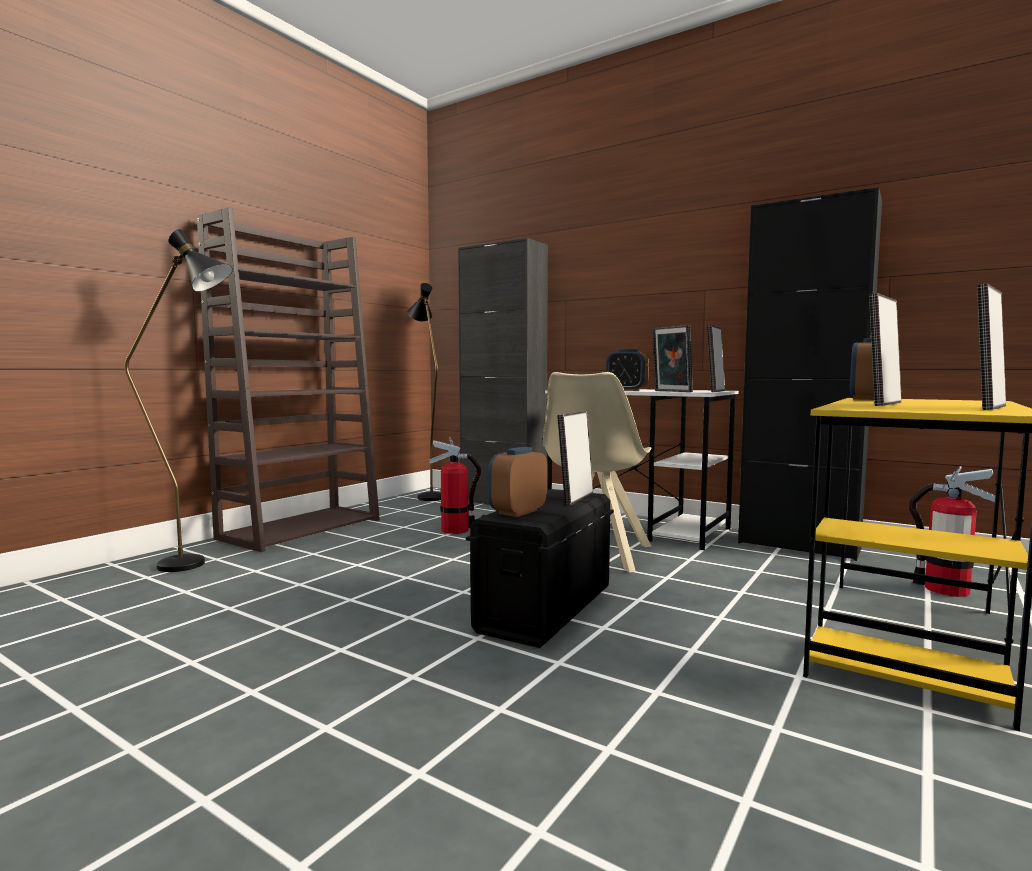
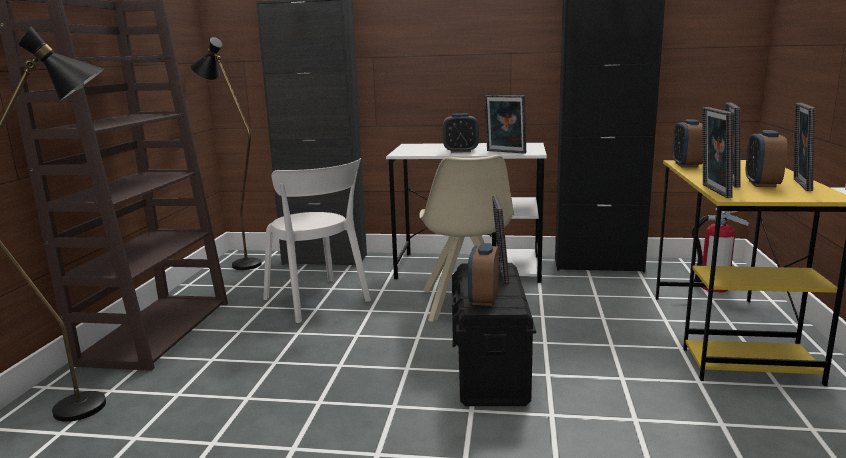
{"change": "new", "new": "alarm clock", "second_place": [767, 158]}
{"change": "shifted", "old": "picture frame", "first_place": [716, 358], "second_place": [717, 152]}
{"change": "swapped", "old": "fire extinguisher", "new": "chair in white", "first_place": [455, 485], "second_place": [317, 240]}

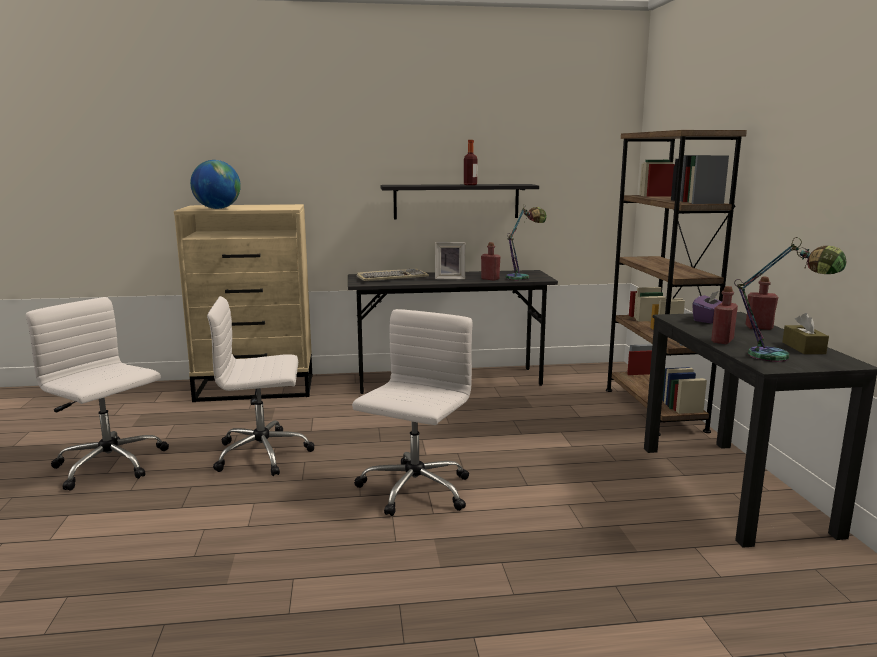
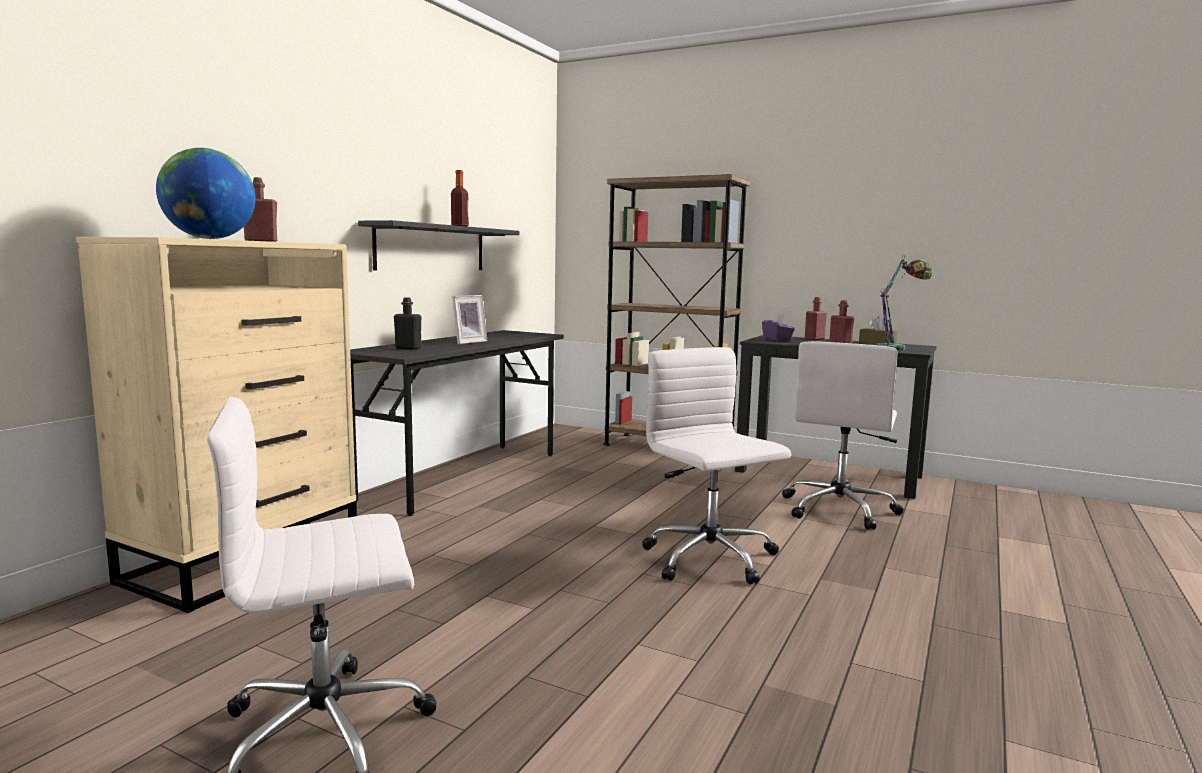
{"change": "gone", "old": "table lamp", "first_place": [526, 242]}
{"change": "shifted", "old": "office chair in white", "first_place": [261, 386], "second_place": [843, 435]}
{"change": "shifted", "old": "bottle in red", "first_place": [491, 261], "second_place": [260, 209]}
{"change": "swapped", "old": "keyboard", "new": "bottle in black", "first_place": [393, 275], "second_place": [407, 323]}

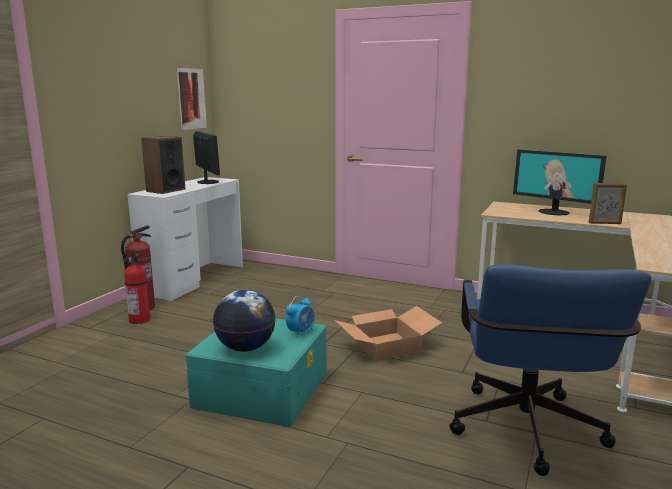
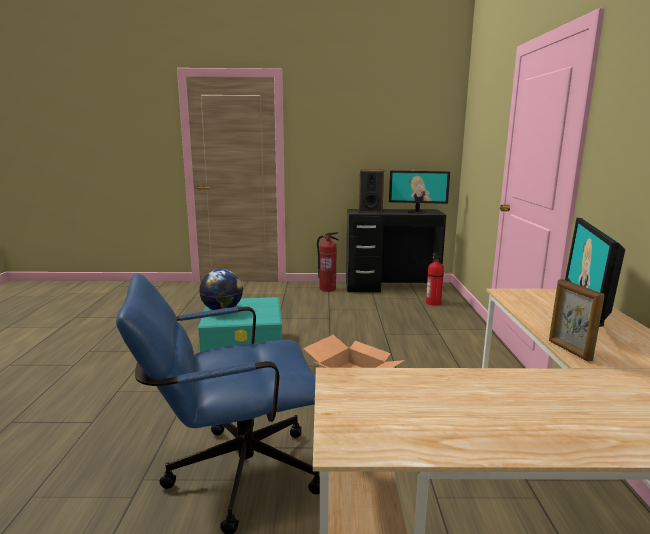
{"change": "gone", "old": "picture", "first_place": [191, 98]}
{"change": "gone", "old": "alarm clock", "first_place": [300, 317]}
{"change": "shifted", "old": "fire extinguisher", "first_place": [137, 288], "second_place": [435, 279]}
{"change": "repainted", "old": "desk in white", "new": "desk in black", "first_place": [185, 239], "second_place": [396, 250]}
{"change": "rotated", "old": "monitor", "first_place": [206, 157], "second_place": [419, 192], "degrees": 60}

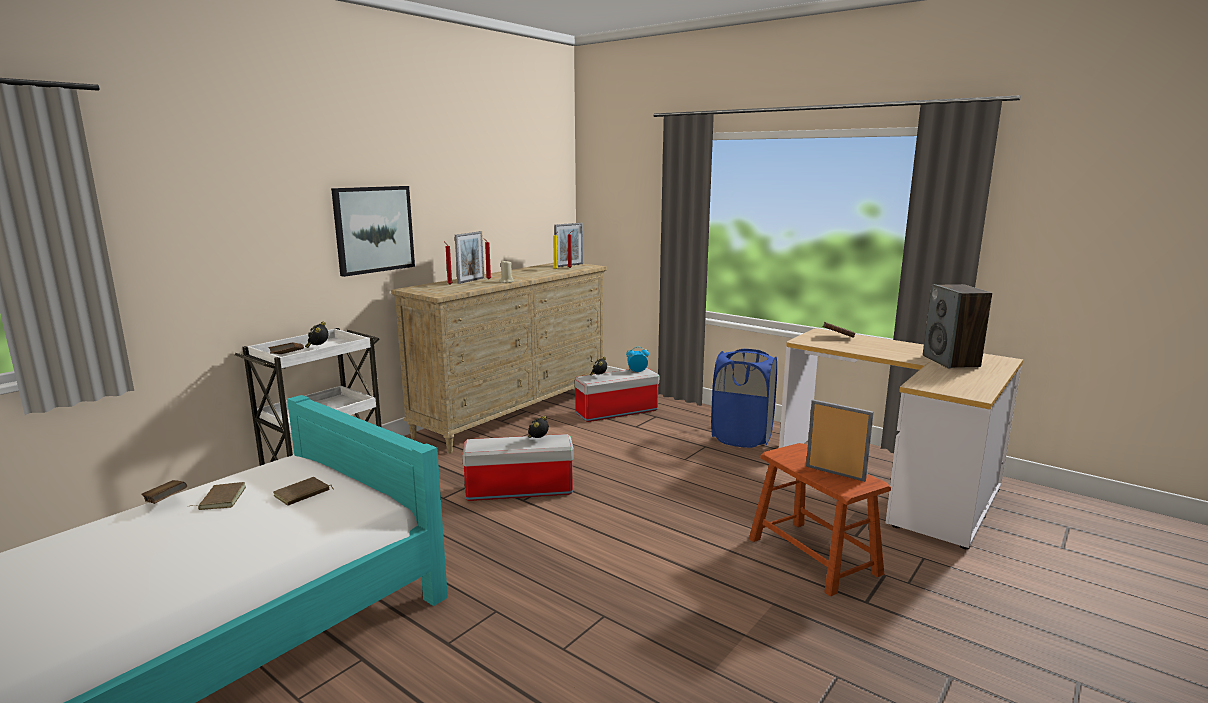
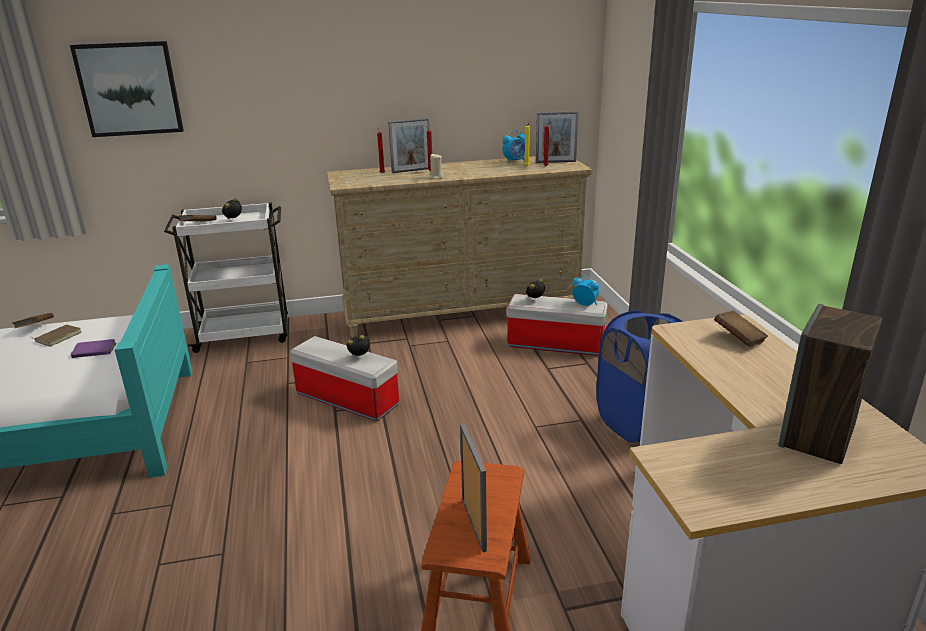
{"change": "new", "new": "alarm clock", "second_place": [514, 146]}
{"change": "shifted", "old": "picture", "first_place": [373, 231], "second_place": [127, 89]}
{"change": "repainted", "old": "book in brown", "new": "book in purple", "first_place": [303, 491], "second_place": [93, 348]}

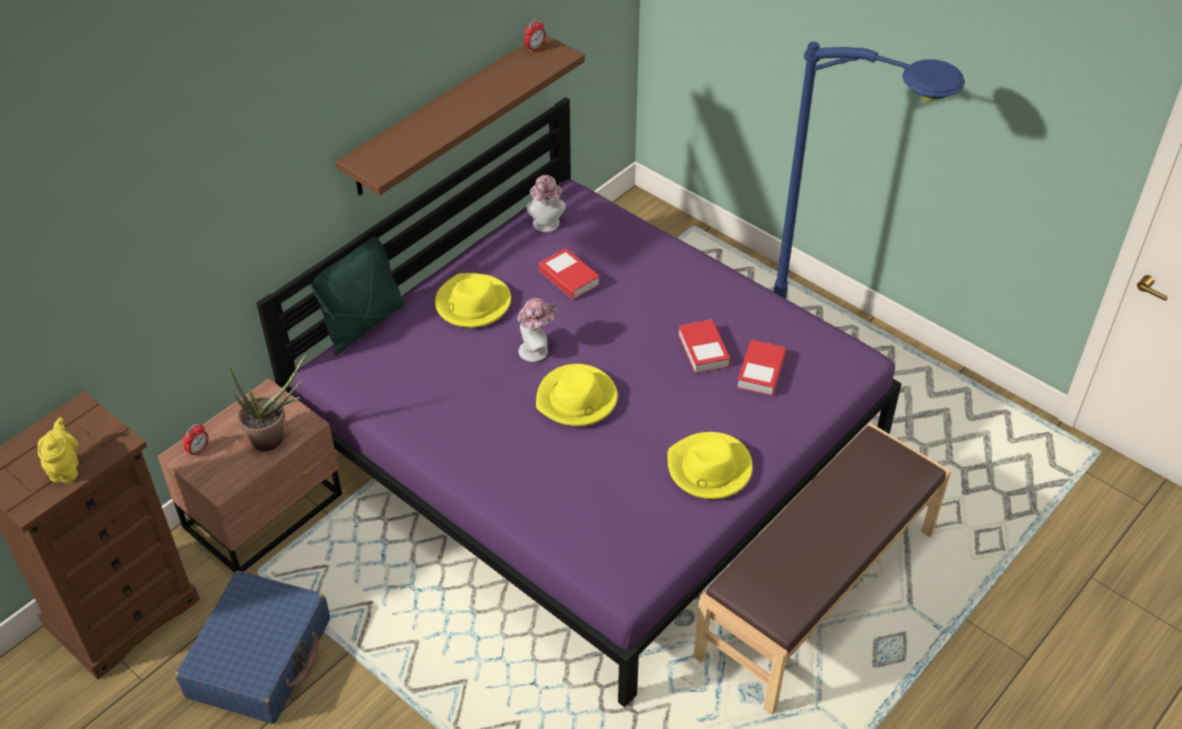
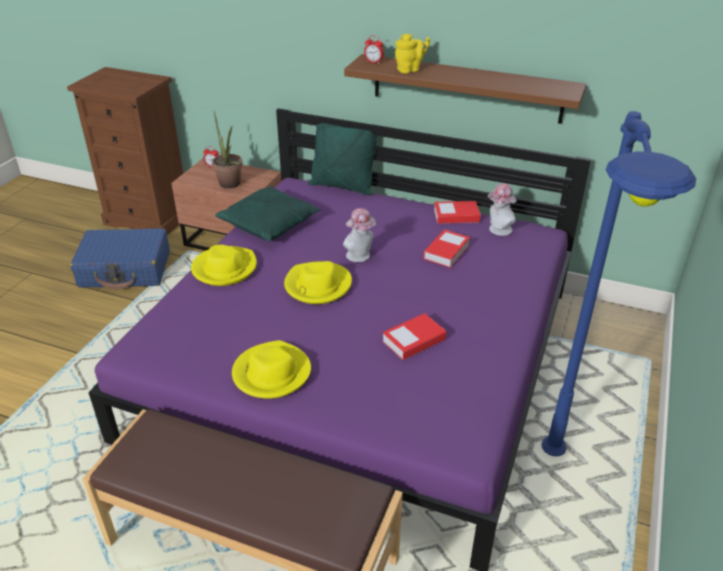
{"change": "new", "new": "pillow in green", "second_place": [268, 213]}
{"change": "shifted", "old": "teapot in yellow", "first_place": [58, 450], "second_place": [412, 53]}
{"change": "shifted", "old": "hat in yellow", "first_place": [473, 300], "second_place": [224, 265]}
{"change": "shifted", "old": "alarm clock", "first_place": [535, 36], "second_place": [374, 49]}
{"change": "shifted", "old": "book", "first_place": [761, 368], "second_place": [457, 212]}

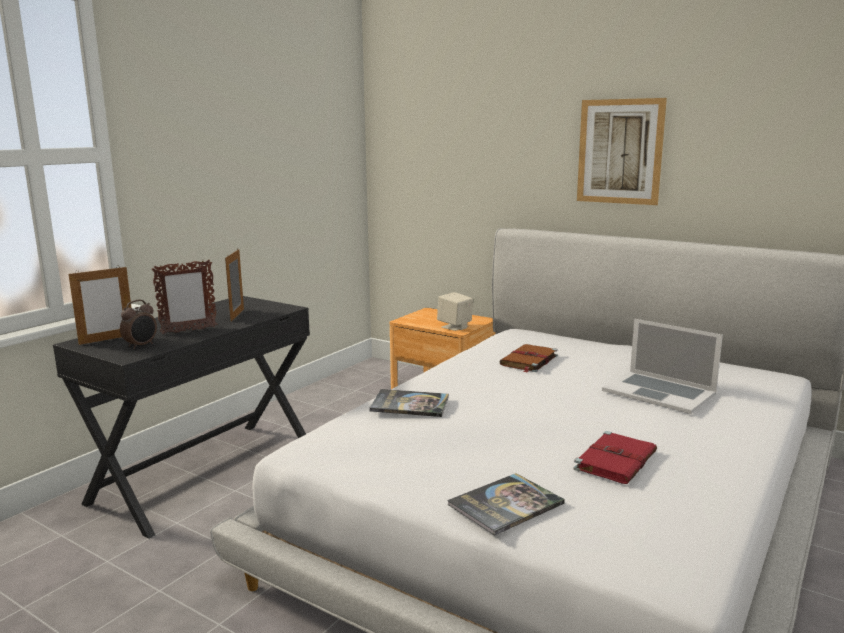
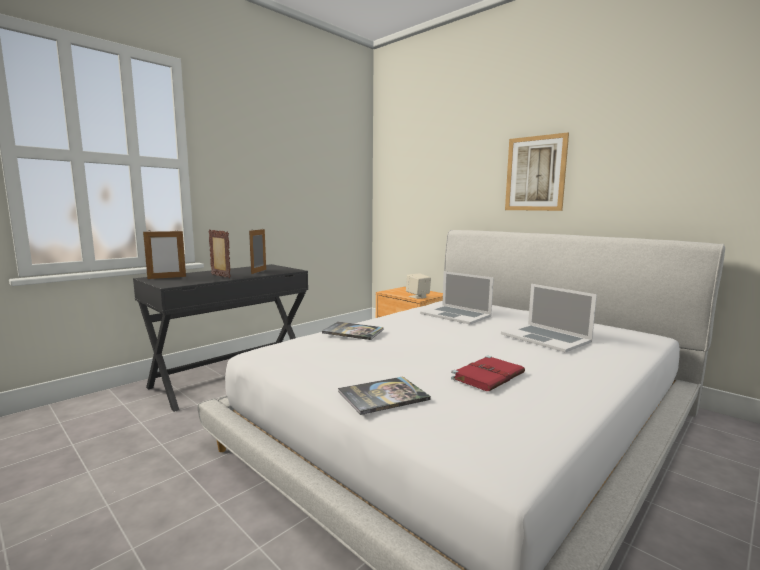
{"change": "gone", "old": "alarm clock", "first_place": [138, 324]}
{"change": "swapped", "old": "book in brown", "new": "laptop", "first_place": [529, 358], "second_place": [457, 297]}
{"change": "rotated", "old": "picture frame", "first_place": [184, 297], "second_place": [219, 253], "degrees": -120}

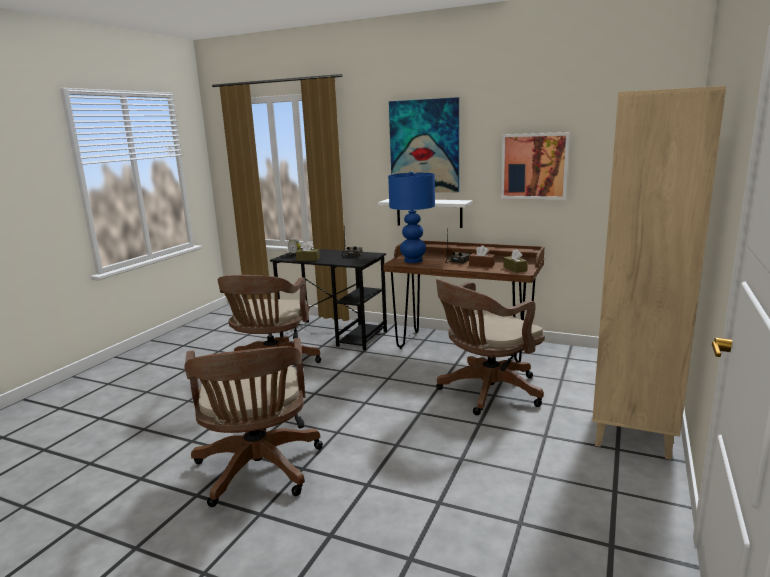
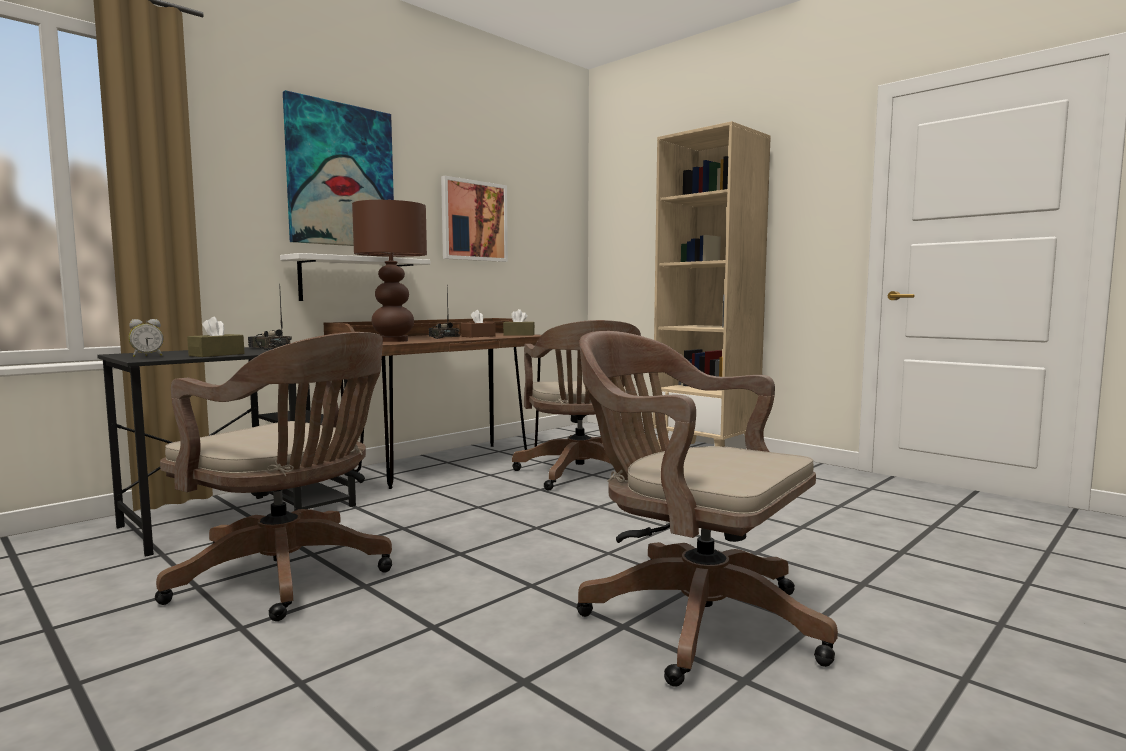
{"change": "repainted", "old": "table lamp in blue", "new": "table lamp in brown", "first_place": [411, 217], "second_place": [389, 270]}
{"change": "rotated", "old": "office chair in brown", "first_place": [253, 422], "second_place": [707, 509], "degrees": -150}

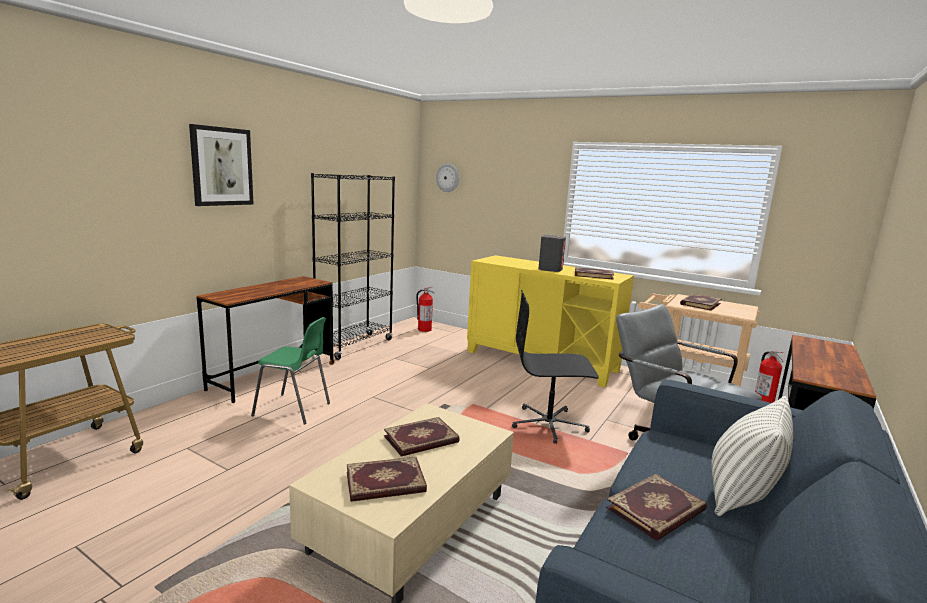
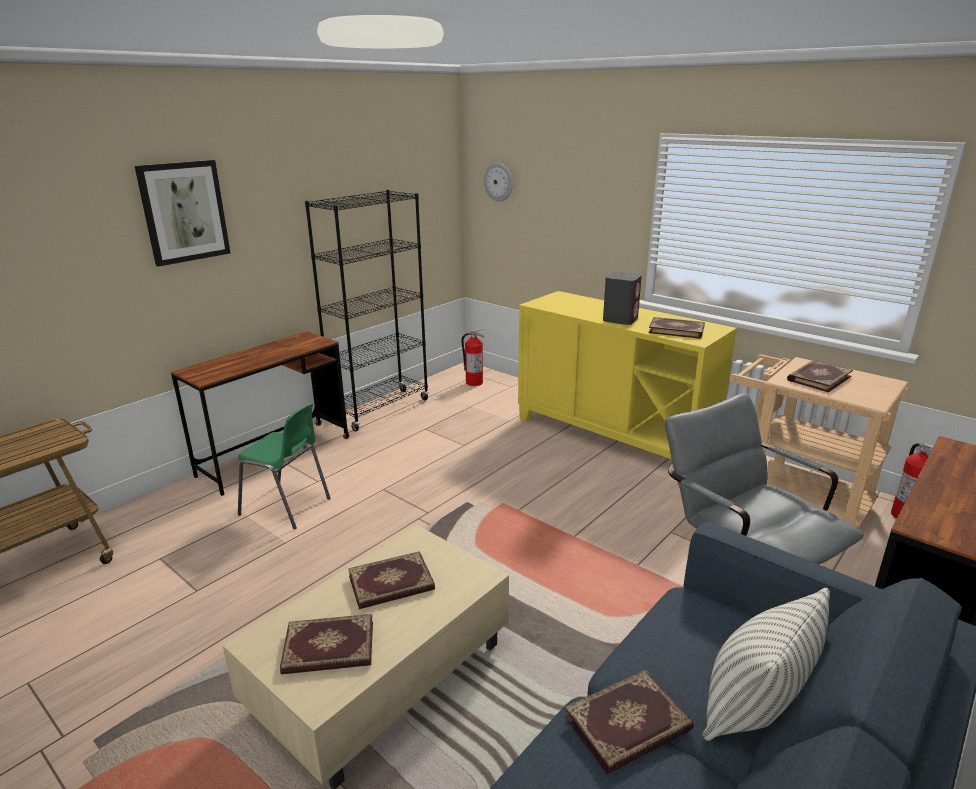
{"change": "gone", "old": "office chair in black", "first_place": [555, 367]}

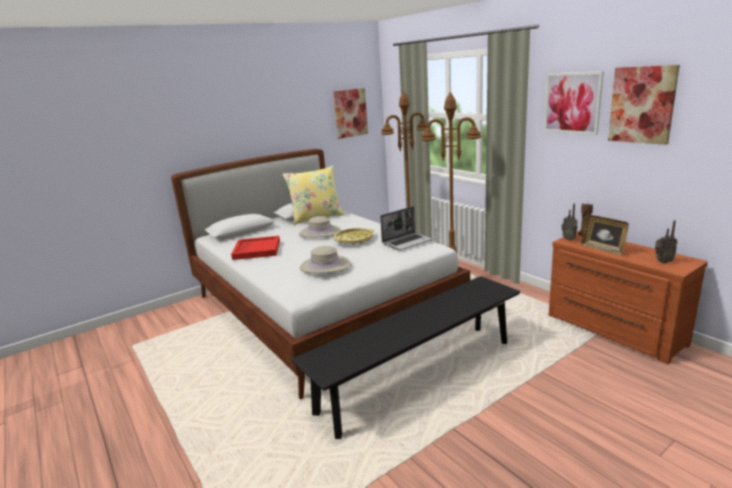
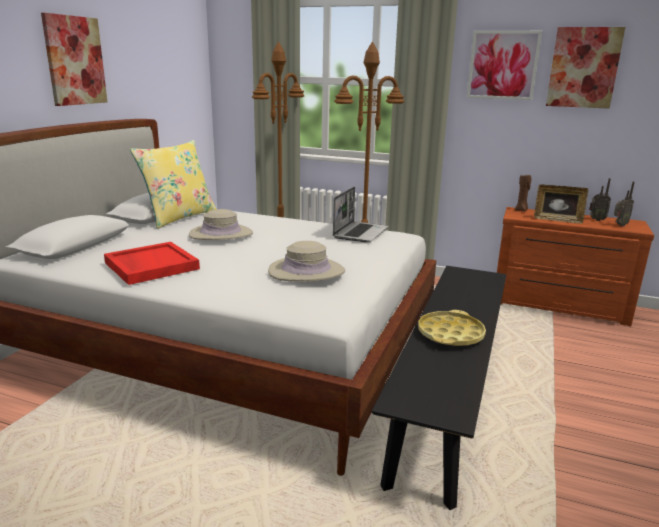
{"change": "shifted", "old": "picture", "first_place": [350, 113], "second_place": [74, 59]}
{"change": "shifted", "old": "tray in yellow", "first_place": [353, 236], "second_place": [452, 328]}
{"change": "shifted", "old": "radio", "first_place": [569, 222], "second_place": [600, 199]}

